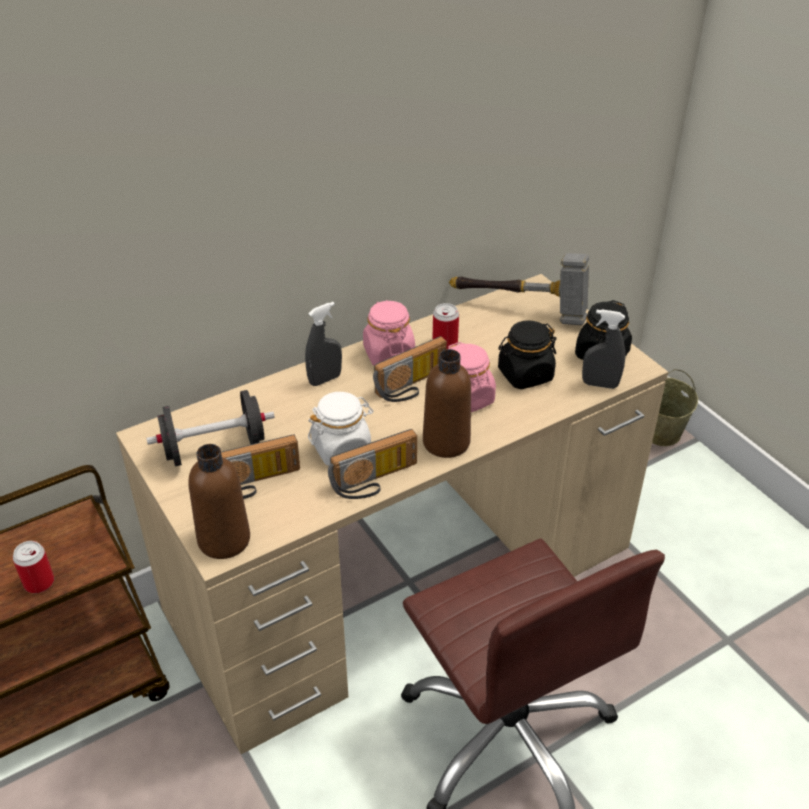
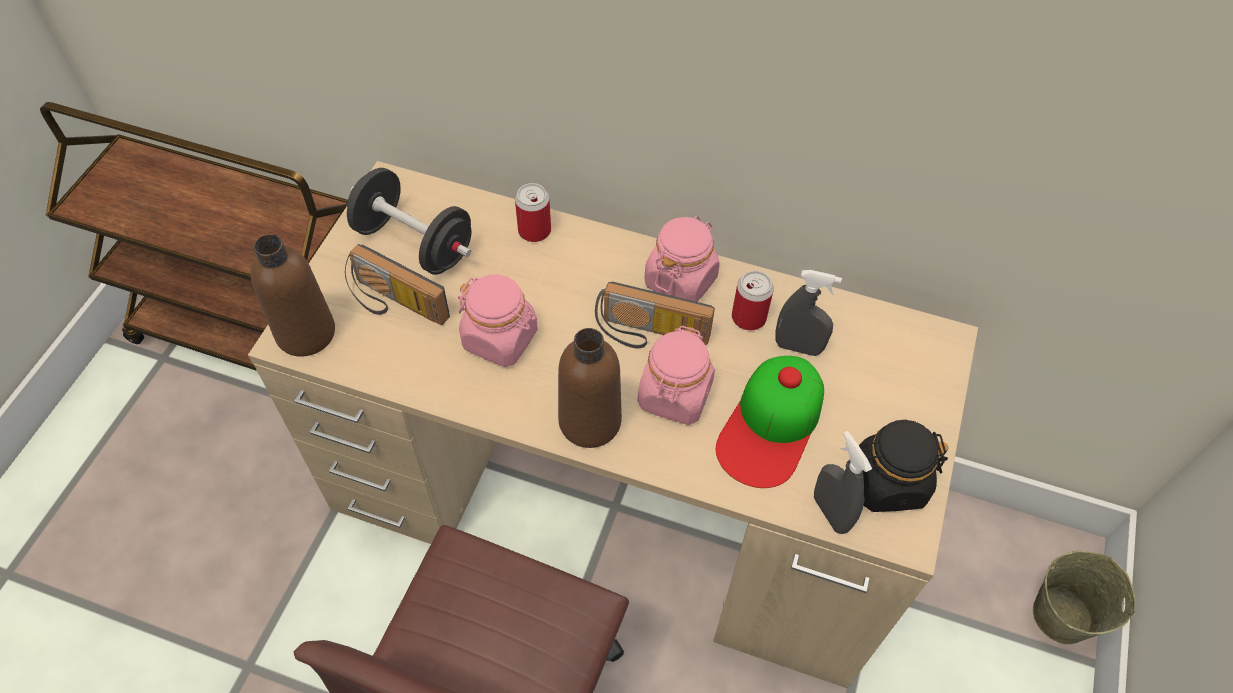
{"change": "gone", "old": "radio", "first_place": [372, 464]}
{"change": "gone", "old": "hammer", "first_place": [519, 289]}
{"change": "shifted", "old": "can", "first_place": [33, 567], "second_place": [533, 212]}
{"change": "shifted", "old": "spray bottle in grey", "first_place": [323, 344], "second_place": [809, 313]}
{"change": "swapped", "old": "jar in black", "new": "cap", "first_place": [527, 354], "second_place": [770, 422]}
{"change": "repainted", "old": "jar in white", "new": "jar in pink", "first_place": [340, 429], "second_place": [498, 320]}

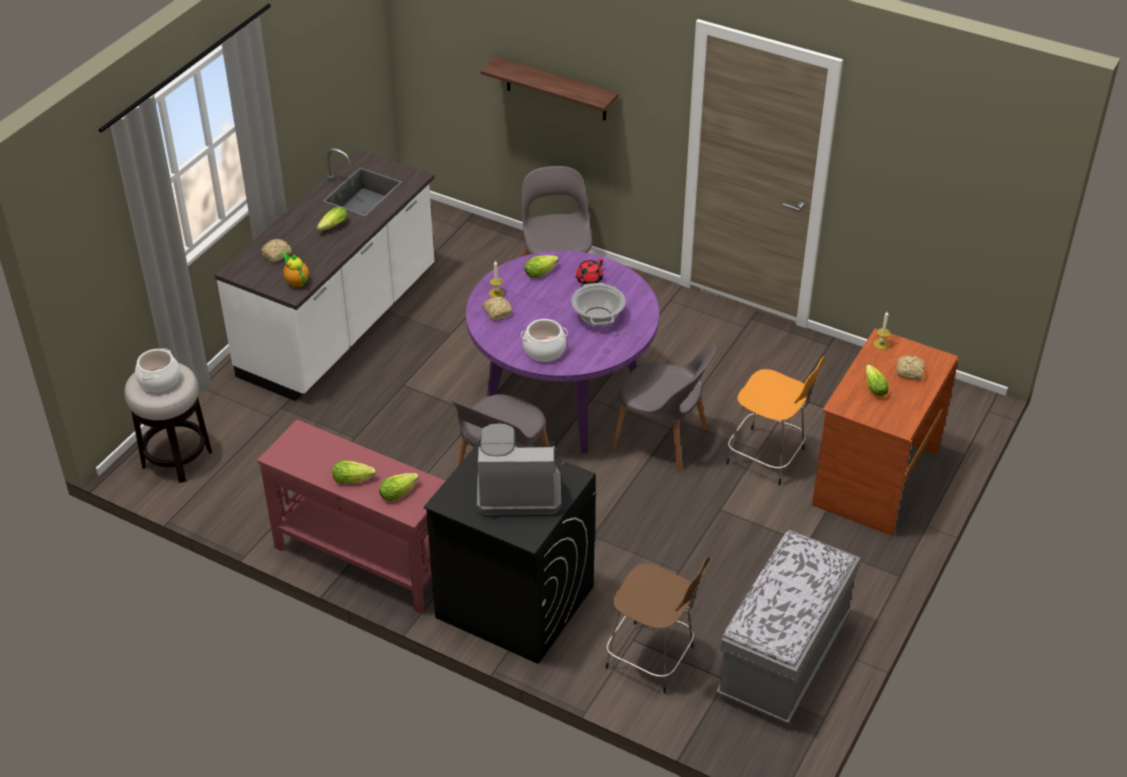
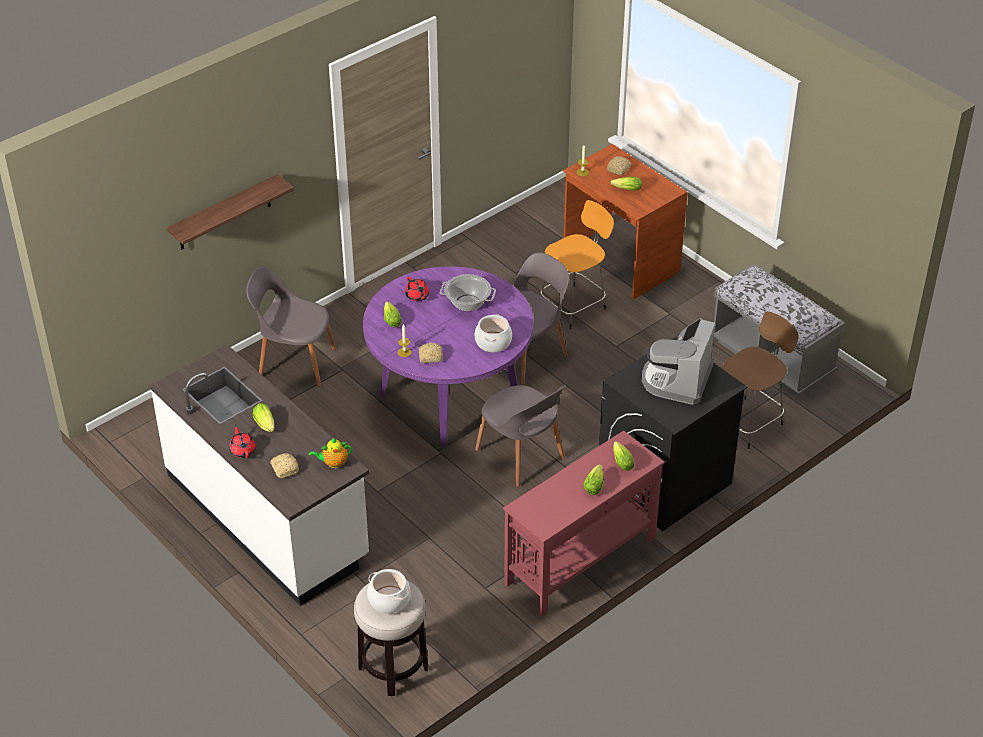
{"change": "new", "new": "teapot in red", "second_place": [242, 441]}

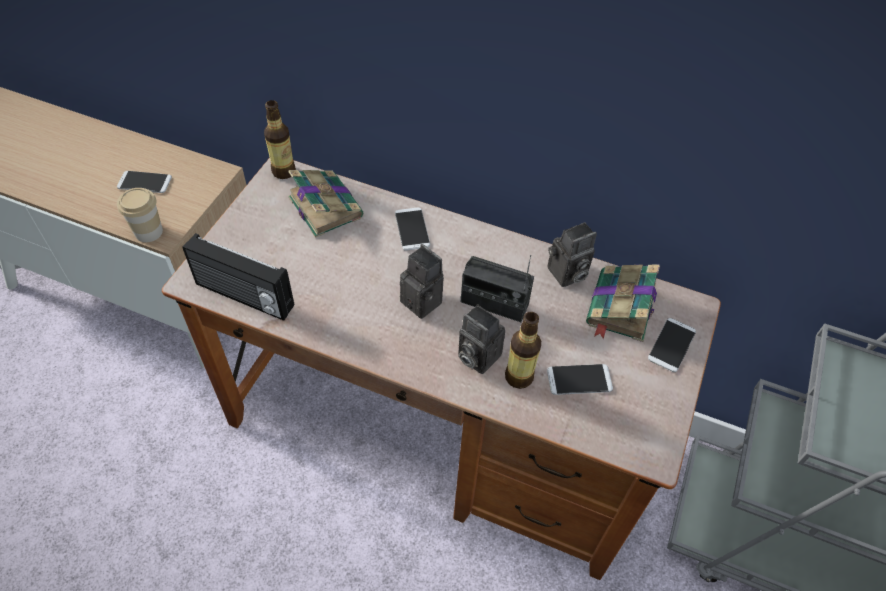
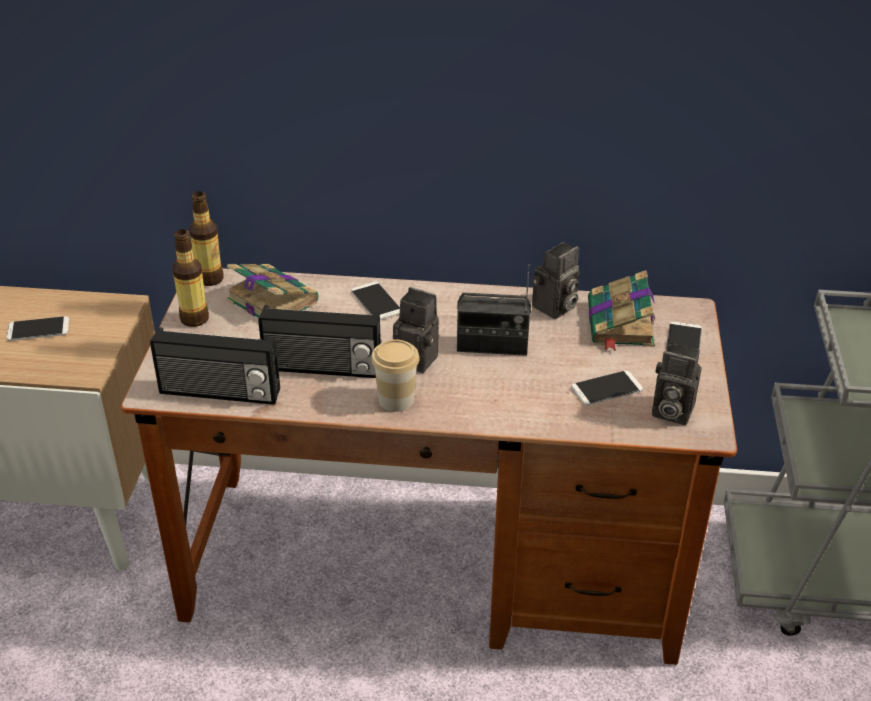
{"change": "new", "new": "radio", "second_place": [319, 341]}
{"change": "shifted", "old": "cup", "first_place": [140, 215], "second_place": [395, 375]}
{"change": "shifted", "old": "photo camera", "first_place": [481, 339], "second_place": [677, 383]}
{"change": "shifted", "old": "bottle", "first_place": [523, 350], "second_place": [190, 278]}

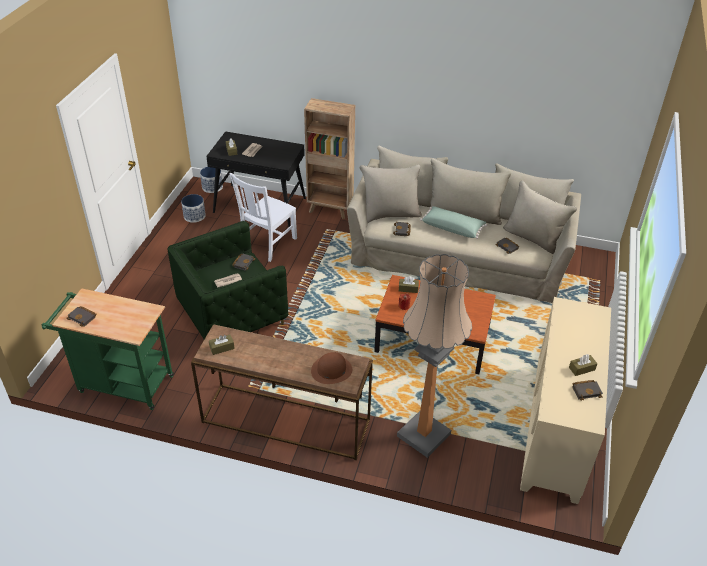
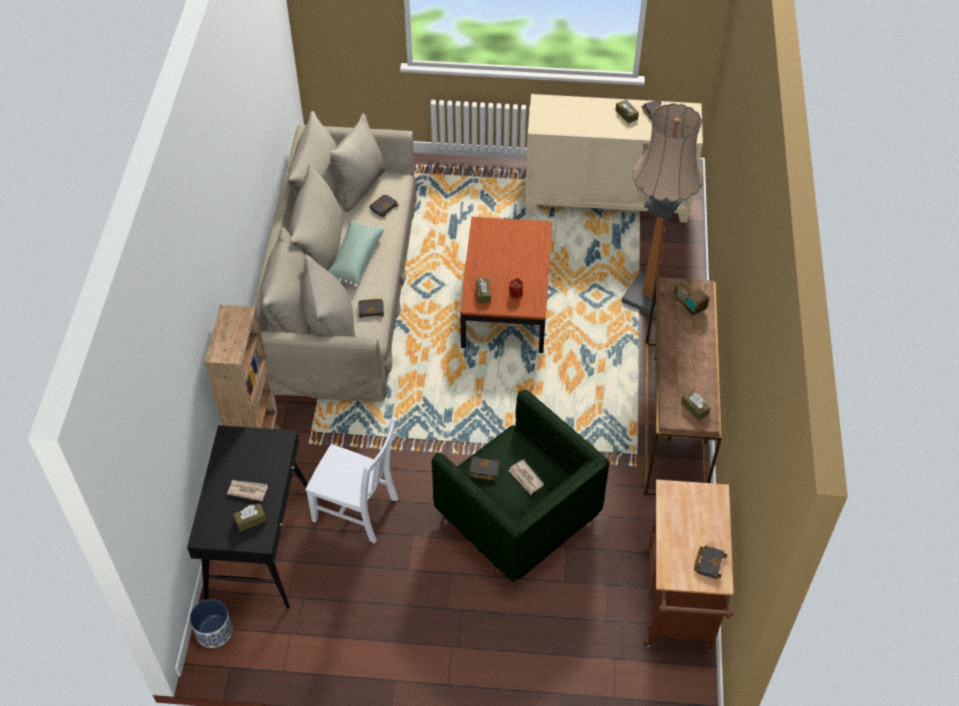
{"change": "gone", "old": "planter", "first_place": [193, 208]}
{"change": "swapped", "old": "hat in brown", "new": "radio", "first_place": [331, 368], "second_place": [691, 297]}
{"change": "repainted", "old": "cart in green", "new": "cart in brown", "first_place": [108, 349], "second_place": [689, 566]}

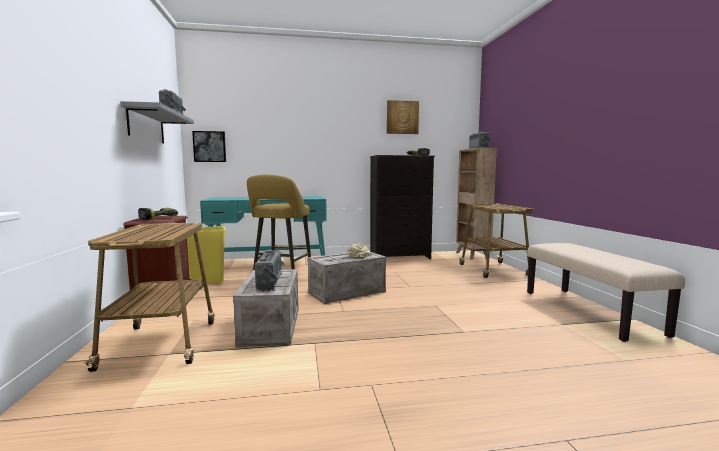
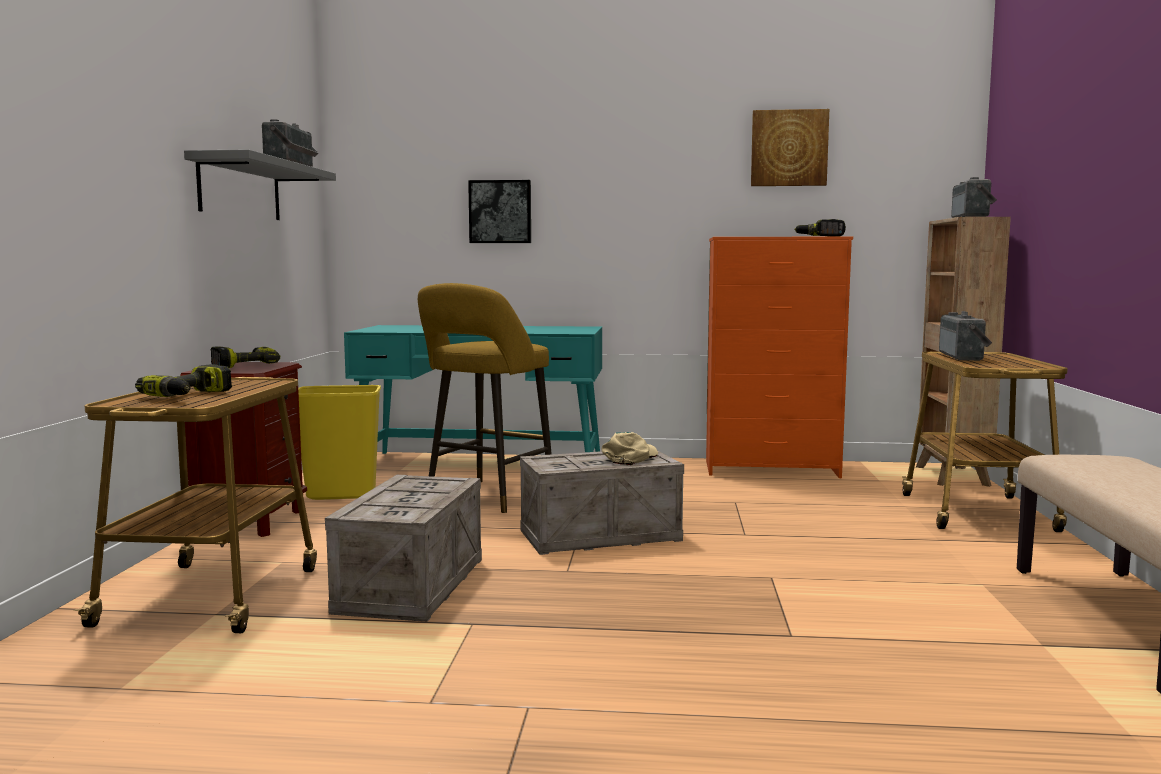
{"change": "new", "new": "power drill", "second_place": [183, 380]}
{"change": "shifted", "old": "picture", "first_place": [209, 146], "second_place": [499, 211]}
{"change": "shifted", "old": "radio", "first_place": [270, 270], "second_place": [965, 336]}
{"change": "repainted", "old": "dresser in black", "new": "dresser in orange", "first_place": [402, 207], "second_place": [779, 357]}

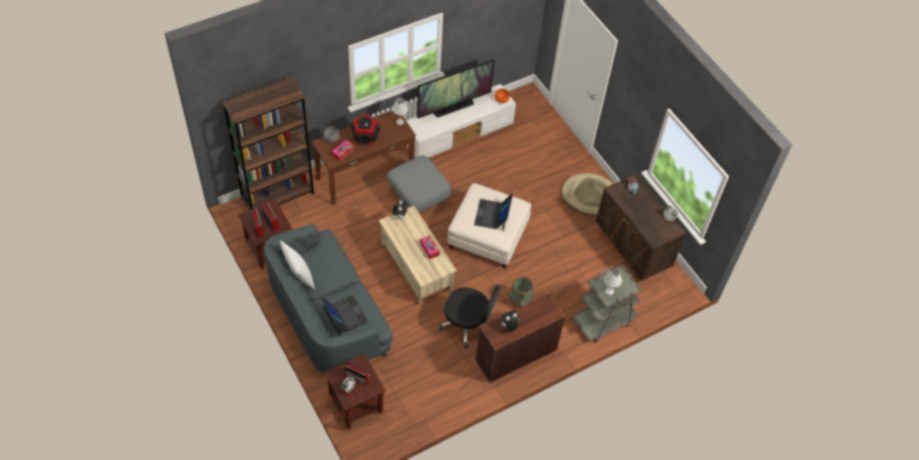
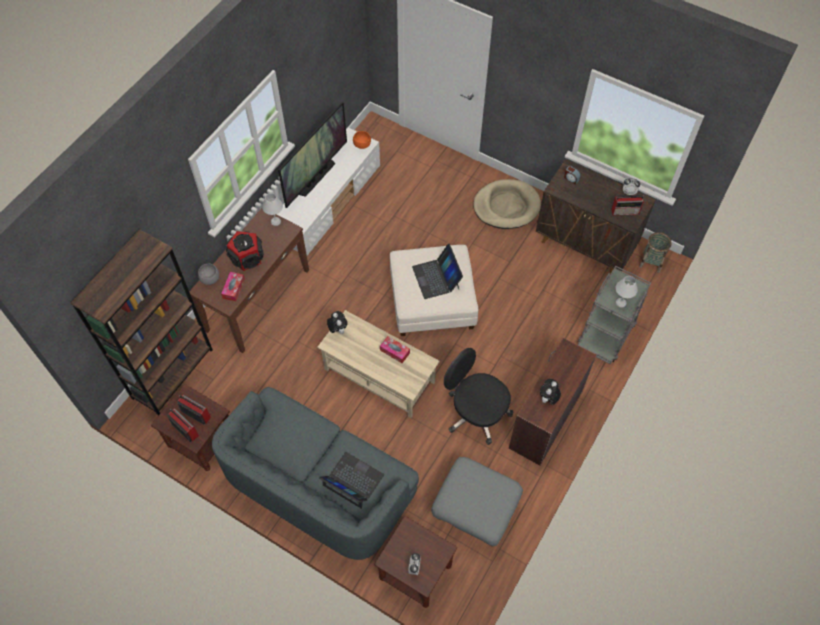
{"change": "gone", "old": "pillow in white", "first_place": [297, 265]}
{"change": "shifted", "old": "radio", "first_place": [357, 372], "second_place": [627, 204]}
{"change": "shifted", "old": "ottoman in grey", "first_place": [419, 184], "second_place": [477, 502]}
{"change": "shifted", "old": "basket", "first_place": [520, 292], "second_place": [655, 252]}
{"change": "rotated", "old": "office chair in black", "first_place": [470, 317], "second_place": [478, 396], "degrees": -135}

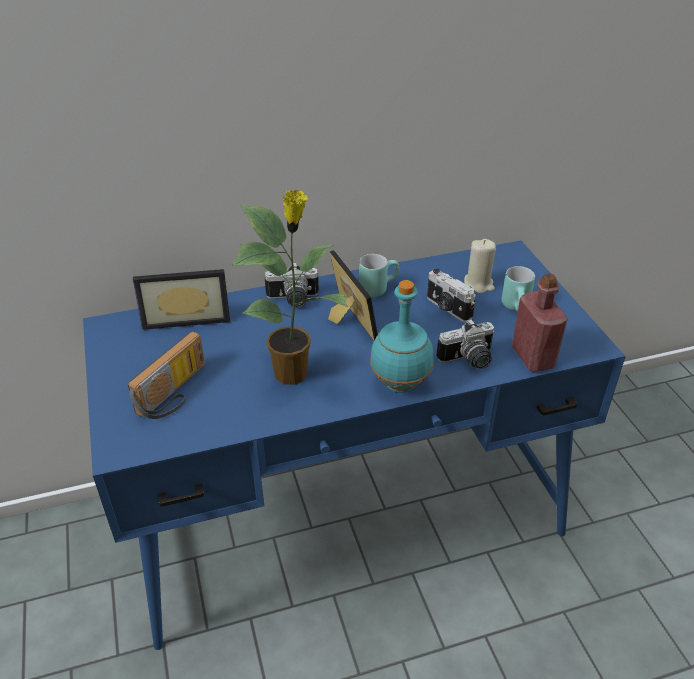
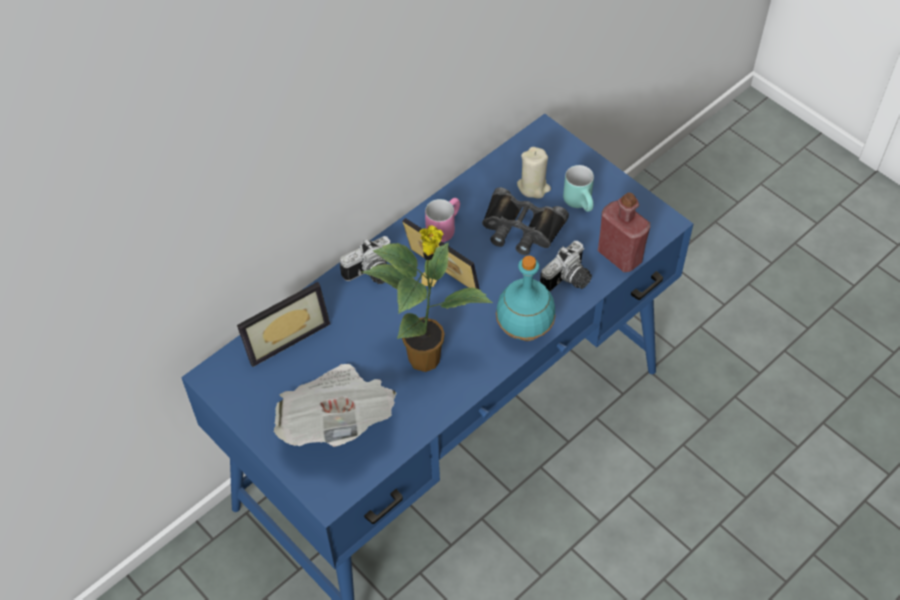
{"change": "swapped", "old": "radio", "new": "newspaper", "first_place": [166, 375], "second_place": [335, 405]}
{"change": "swapped", "old": "photo camera", "new": "binoculars in black", "first_place": [451, 295], "second_place": [525, 221]}
{"change": "repainted", "old": "mug in turquoise", "new": "mug in pink", "first_place": [379, 275], "second_place": [442, 220]}

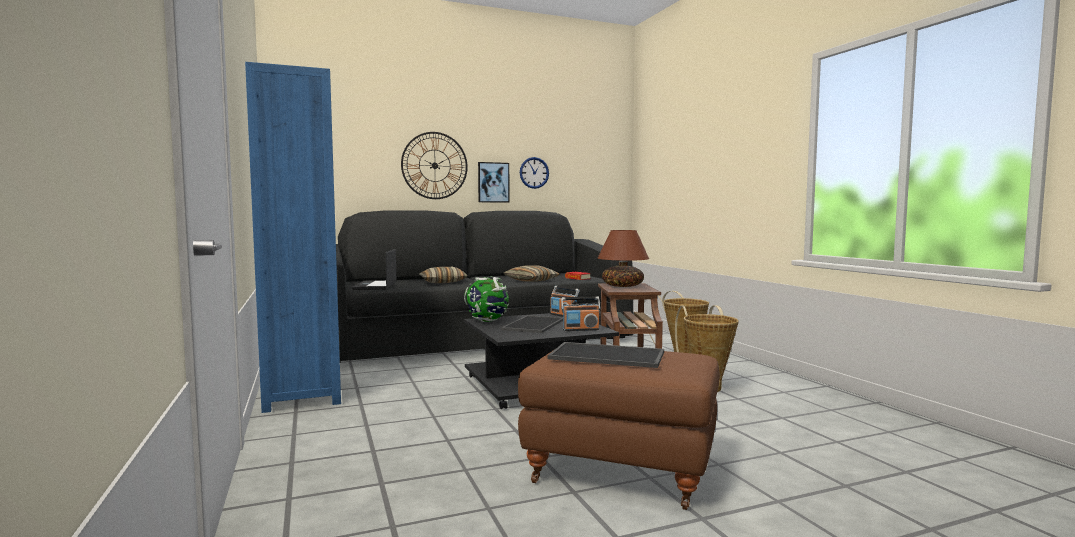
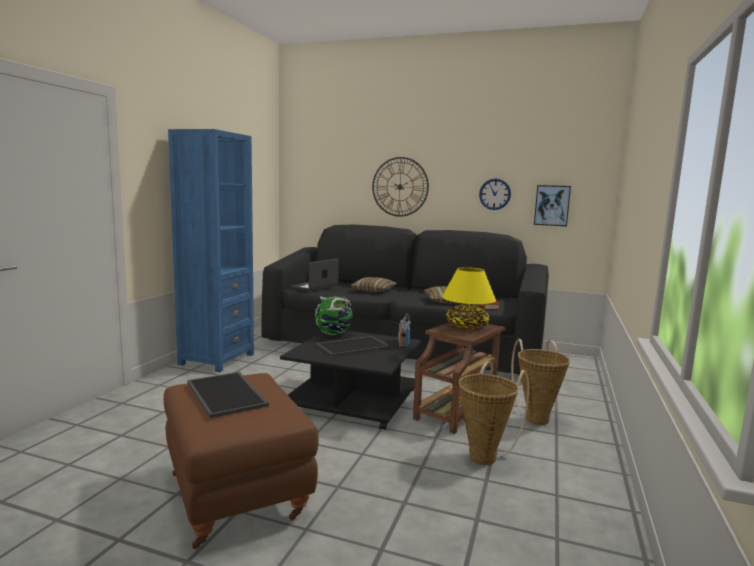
{"change": "gone", "old": "radio", "first_place": [581, 314]}
{"change": "shifted", "old": "picture", "first_place": [494, 182], "second_place": [552, 205]}
{"change": "repainted", "old": "table lamp in brown", "new": "table lamp in yellow", "first_place": [623, 258], "second_place": [469, 298]}

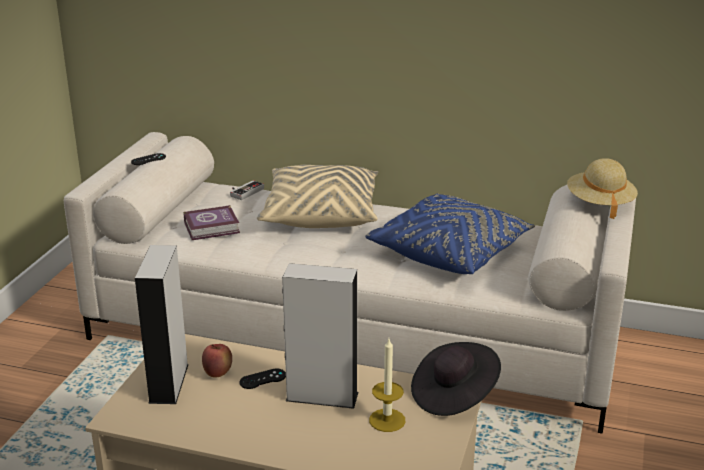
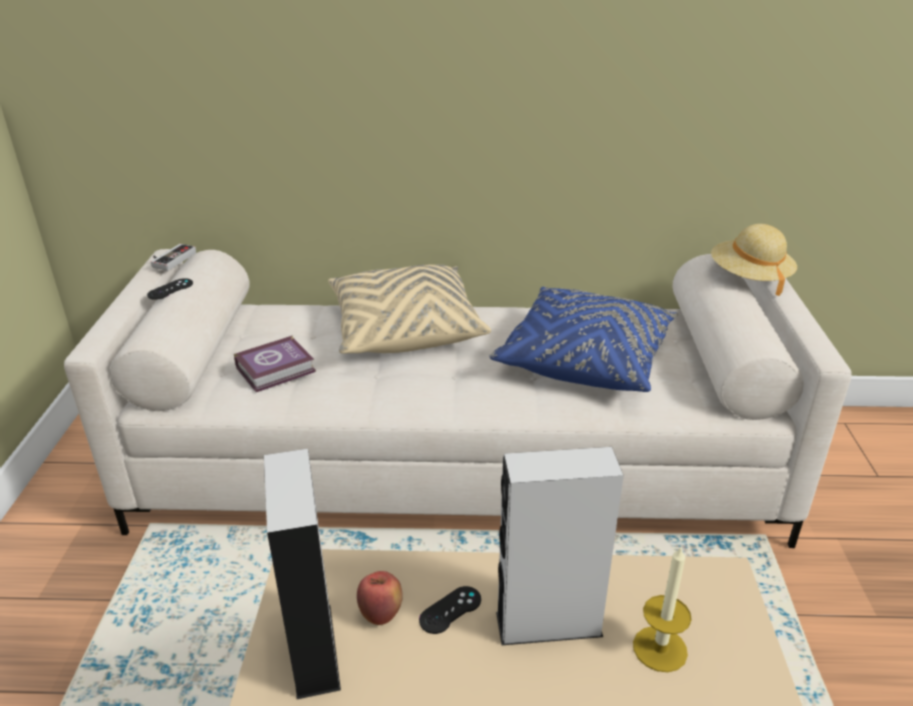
{"change": "gone", "old": "hat in black", "first_place": [456, 379]}
{"change": "shifted", "old": "game controller", "first_place": [247, 190], "second_place": [173, 257]}

